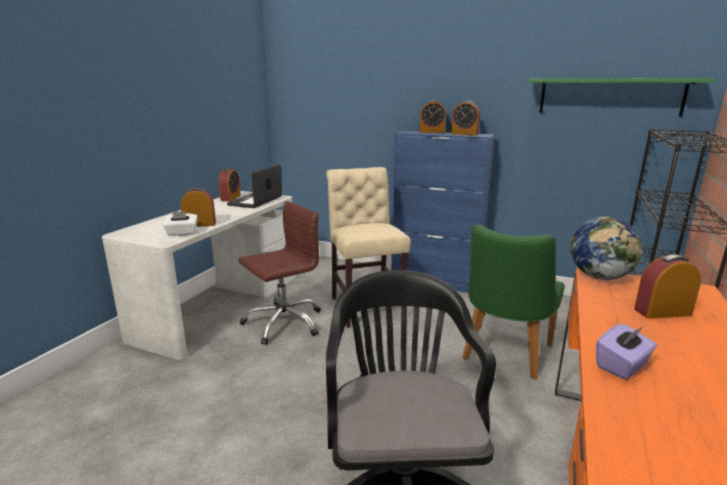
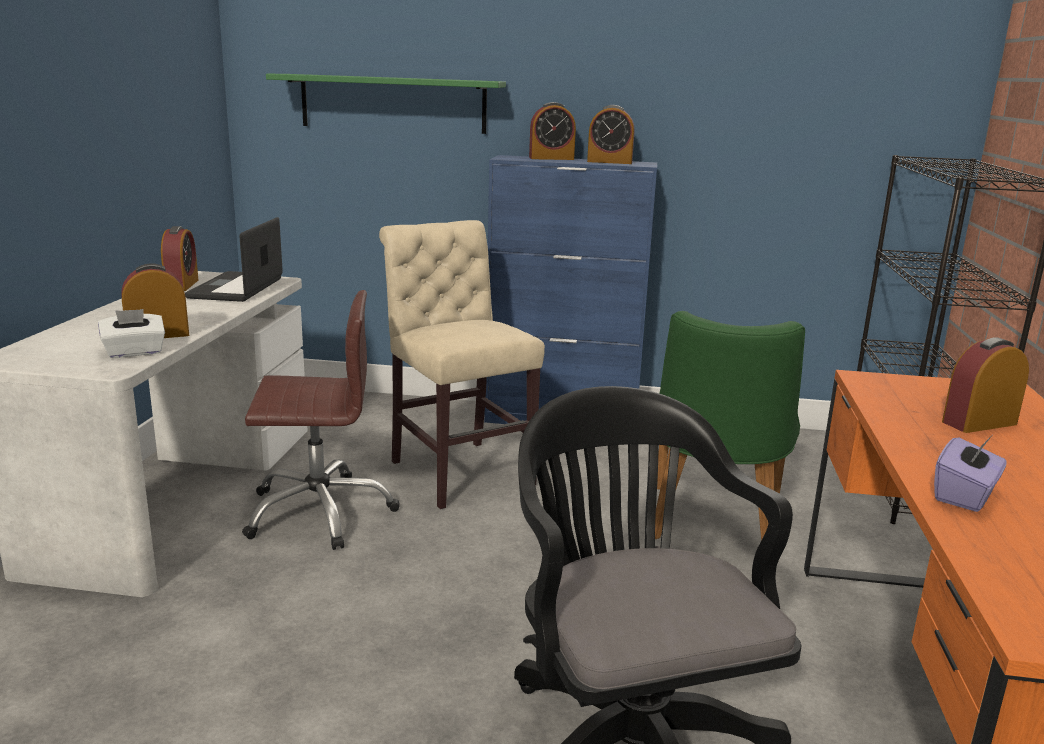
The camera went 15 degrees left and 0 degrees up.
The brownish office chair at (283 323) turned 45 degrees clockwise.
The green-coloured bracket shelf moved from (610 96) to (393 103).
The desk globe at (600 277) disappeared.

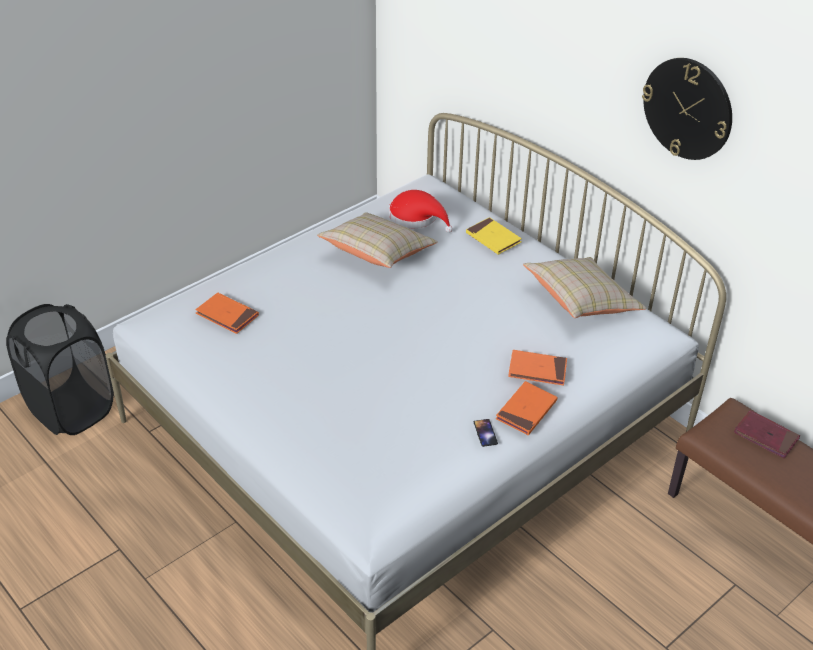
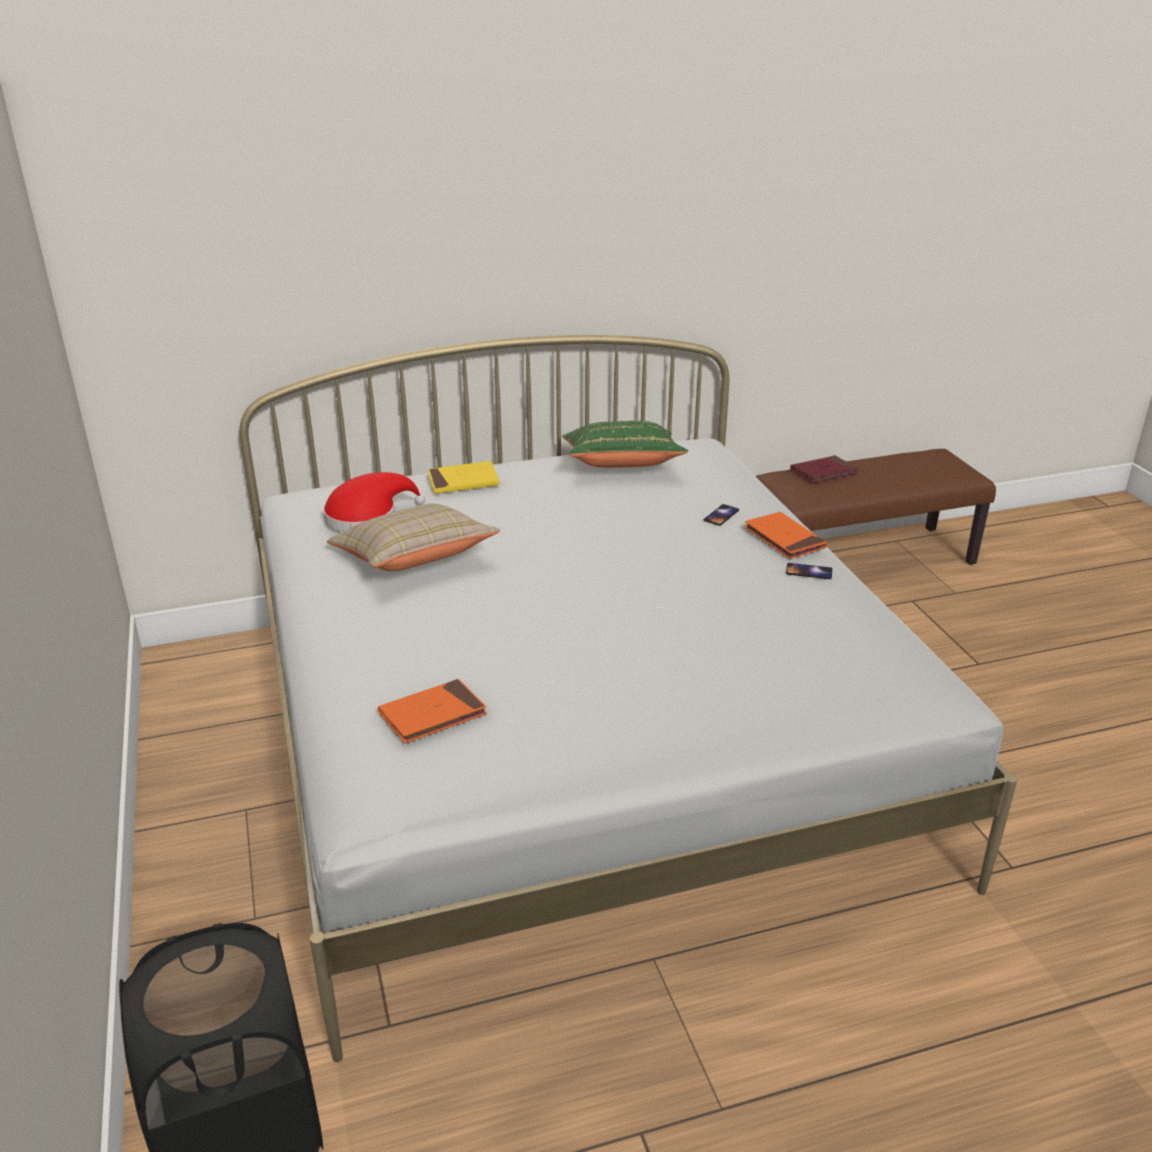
The camera went 65 degrees left and 10 degrees down.
The orangey bound book at (537 370) was replaced by the phone at (721 515).
The beige-coloured throw pillow at (581 302) became the green-coloured throw pillow at (622 466).
The wall clock at (688 108) disappeared.

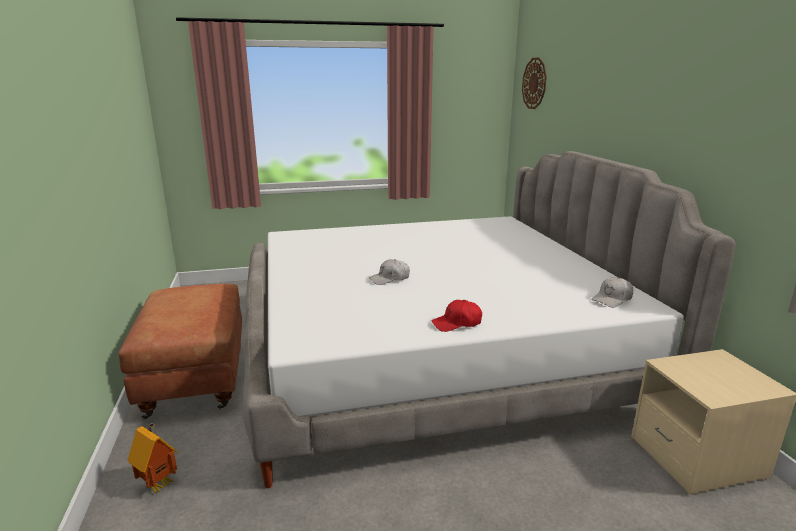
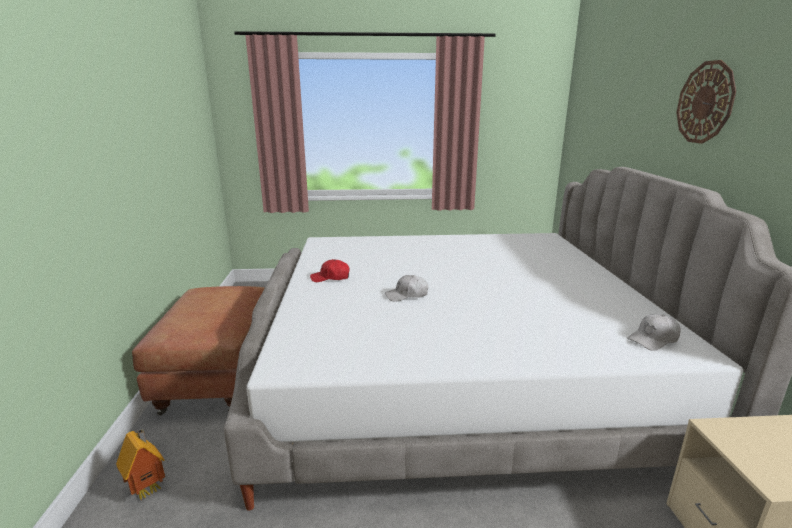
The camera went 10 degrees right and 0 degrees up.
The red-coloured baseball cap moved from (457 323) to (330 278).
The wall clock moved from (534 83) to (705 102).

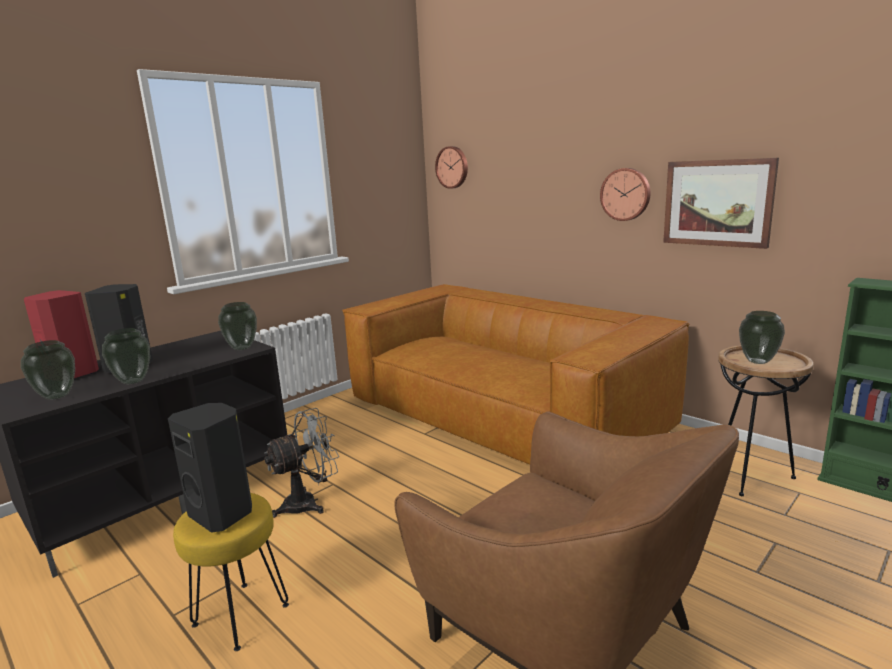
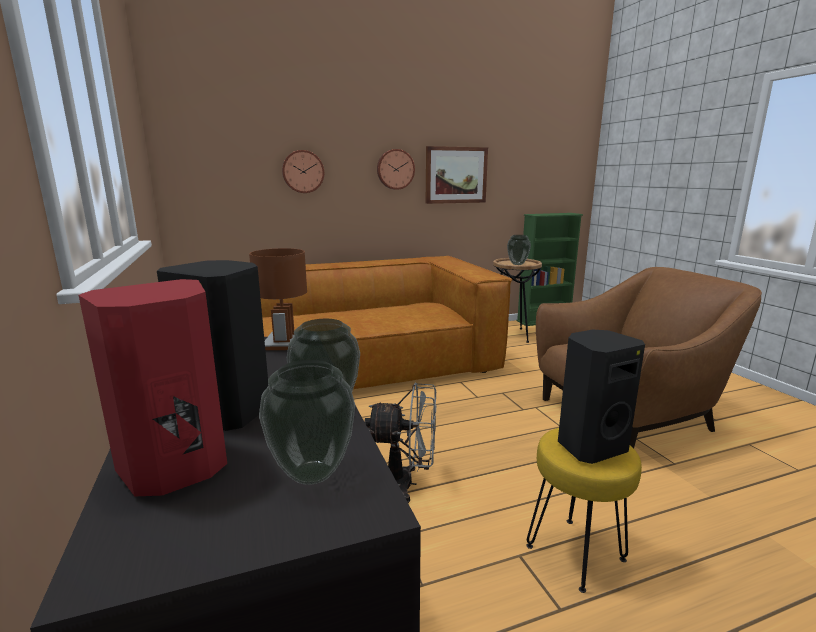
The camera went 65 degrees left and 0 degrees up.
The flower vase at (242 348) was replaced by the brownish tabletop lamp at (284 343).
The gray cooling fan at (308 503) turned 105 degrees clockwise.
The wall clock moved from (452 167) to (303 171).

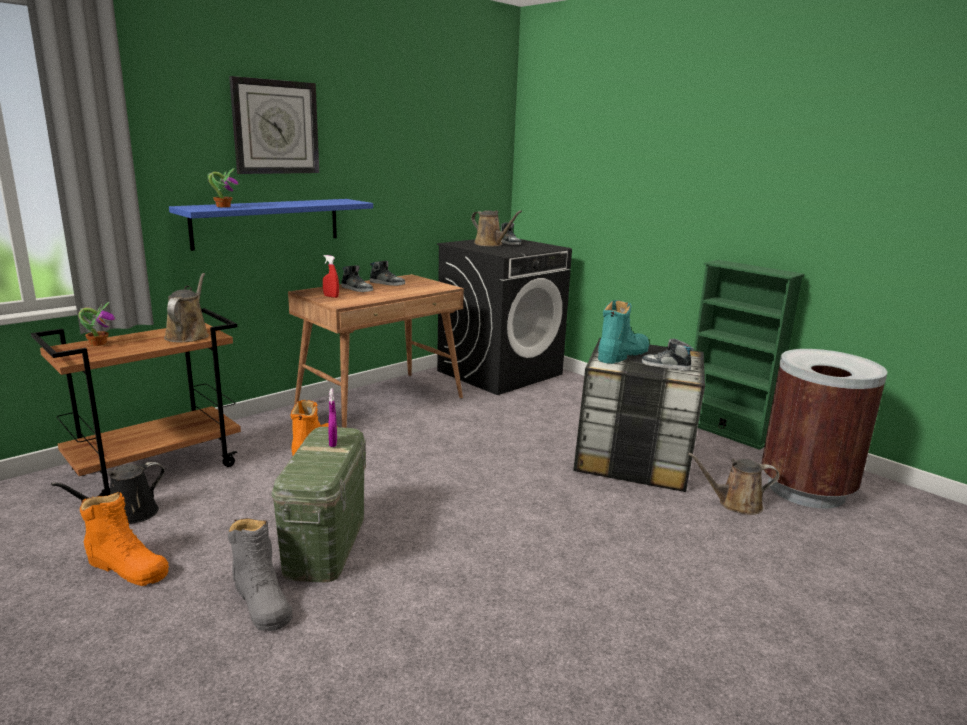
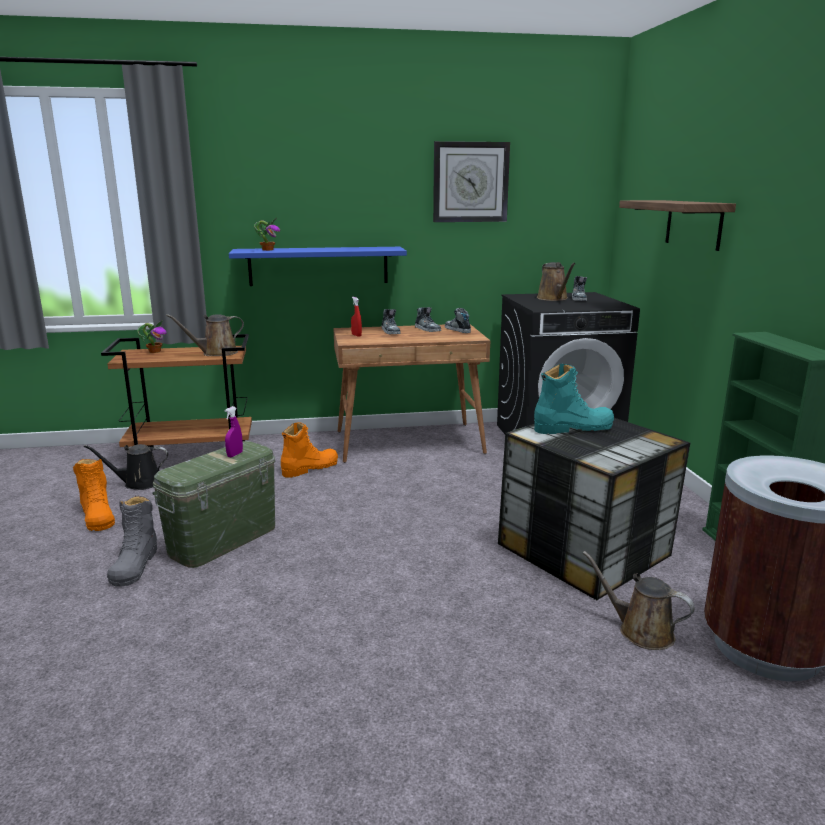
The camera went 35 degrees right and 0 degrees up.
The brownish sprinkling can at (188 335) turned 150 degrees counterclockwise.
The wall clock moved from (275 127) to (470 182).
The item of footwear moved from (665 366) to (457 330).
The bracket shelf at (693 224) appeared.

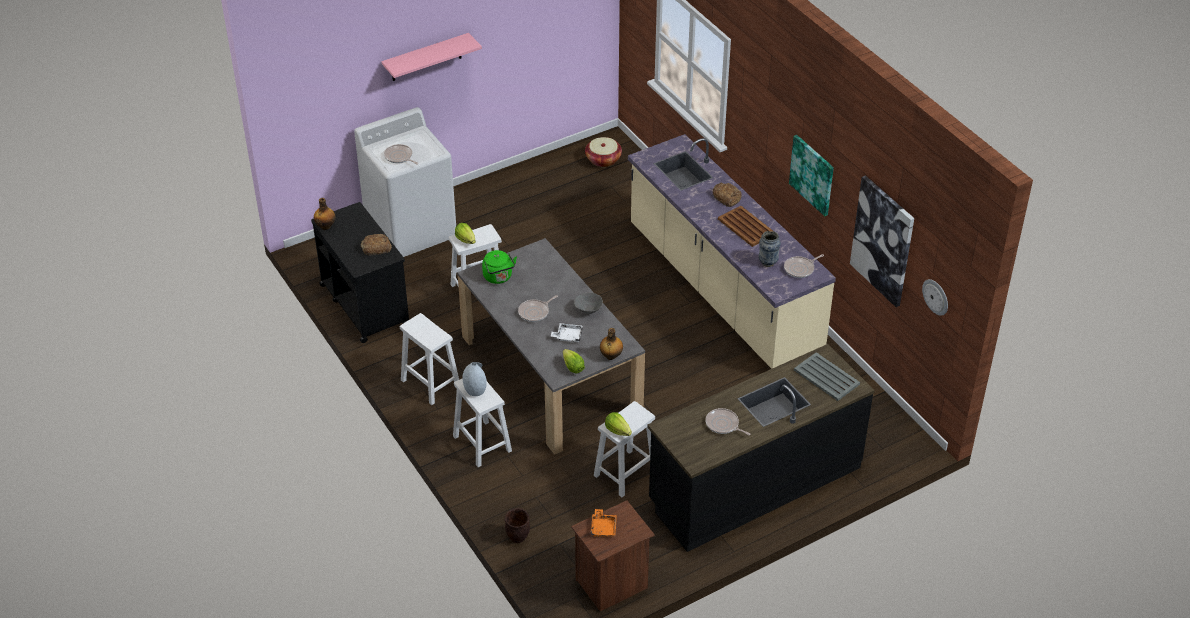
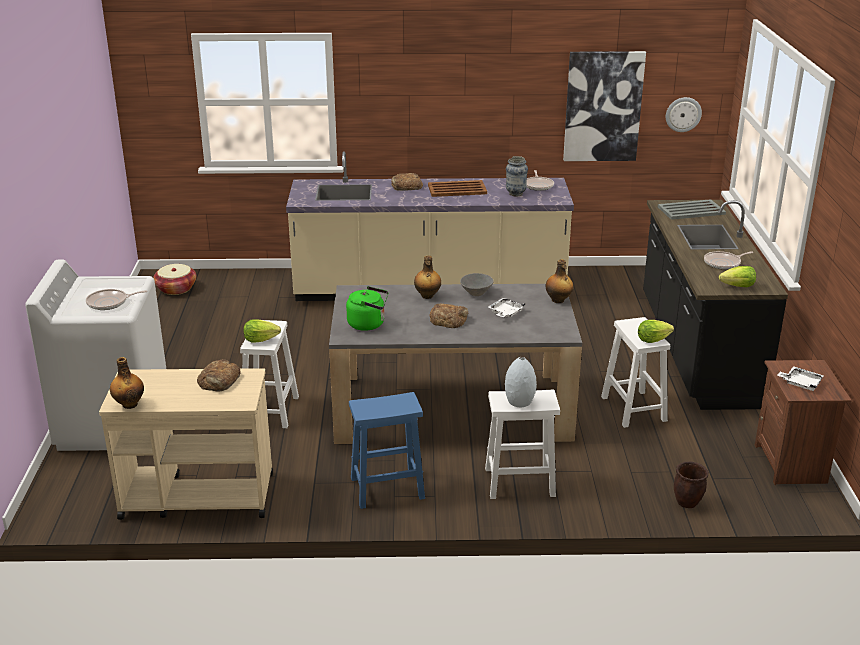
The camera went 60 degrees left and 15 degrees down.
The blackish wheeled cart at (364 304) became the beige-coloured wheeled cart at (196 496).
The pink bracket shelf at (426 57) disappeared.
The white sitting stool at (430 383) became the blue-coloured sitting stool at (386 488).
The frying pan at (535 312) was replaced by the bakery bread at (448 319).
The head of lettuce moved from (573 367) to (738 286).
The orangey serving tray at (603 527) became the white serving tray at (800 383).
The wall picture at (812 174) disappeared.
The bottle at (427 296) appeared.

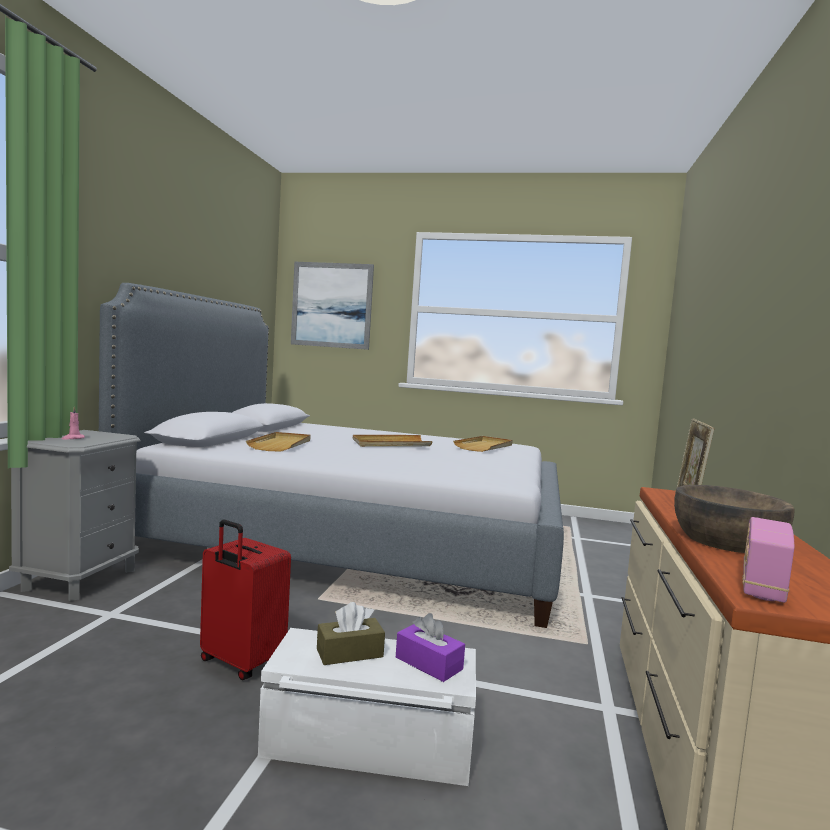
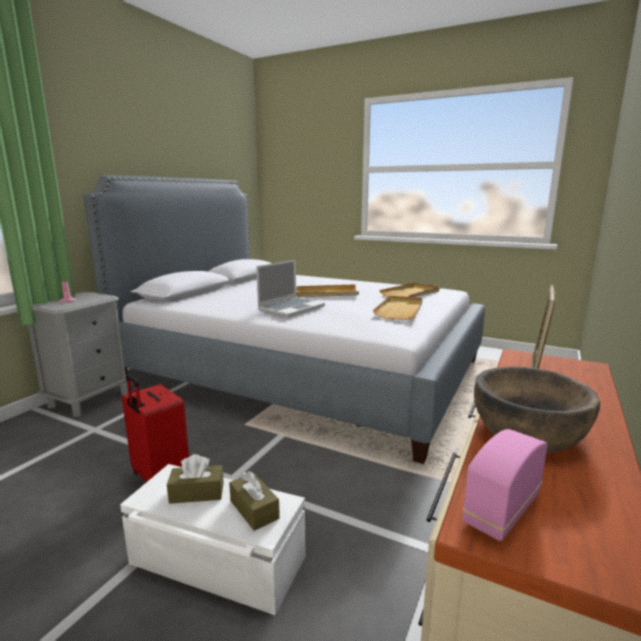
The camera went 15 degrees right and 10 degrees up.
The beige-coloured serving tray moved from (281 444) to (400 310).
The wall picture at (331 305) disappeared.
The purple-coloured tissue holder at (428 663) became the brownish tissue holder at (254 509).
The portable computer at (291 308) appeared.

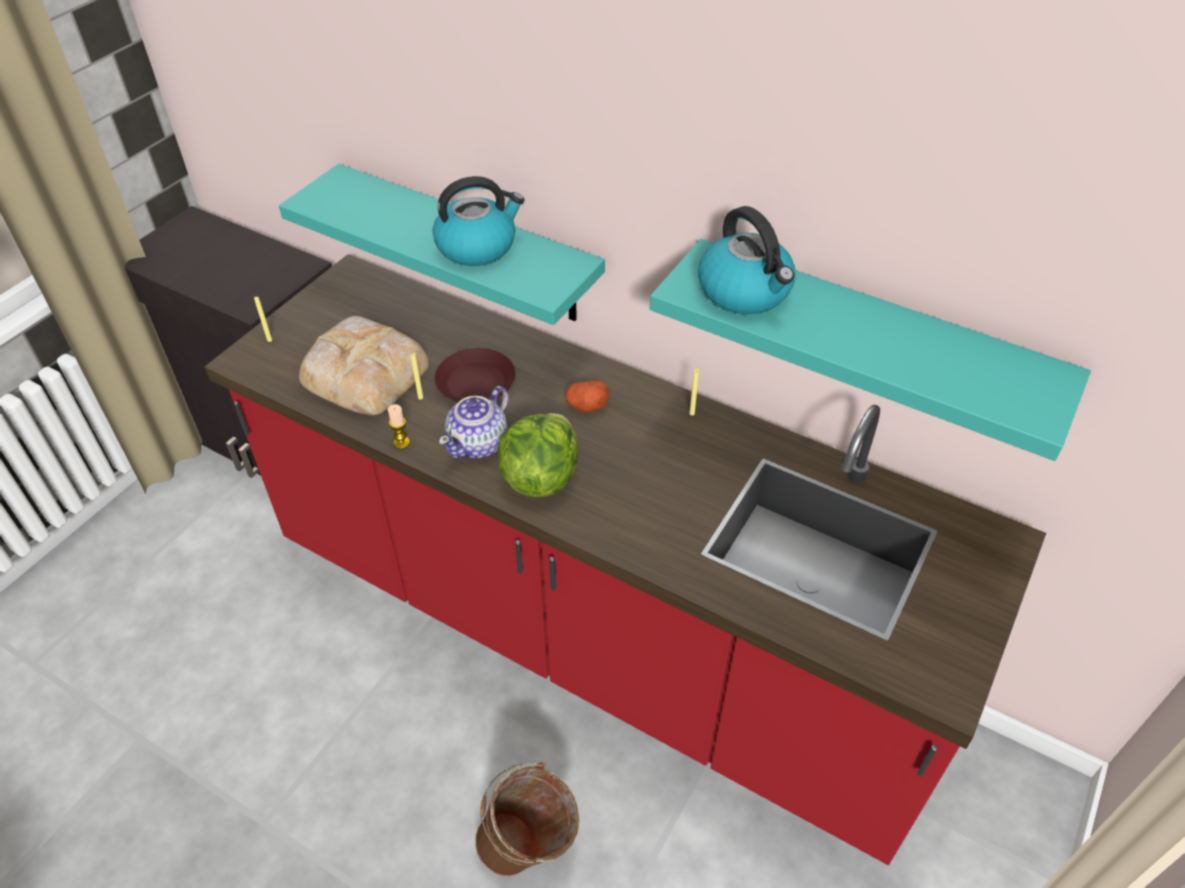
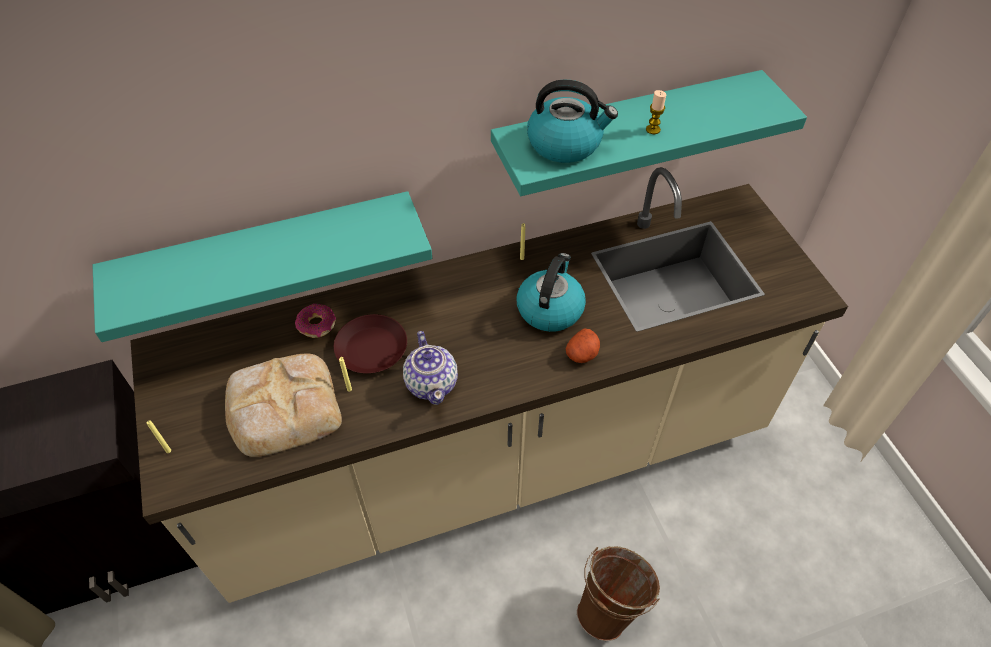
The camera went 50 degrees left and 5 degrees up.
The red-coloured counter at (592 636) became the beige-coloured counter at (495 463).
The wax light moved from (401 443) to (653 129).
The tea kettle moved from (477 246) to (550 308).
The head of lettuce at (540 477) disappeared.
The spud moved from (587 405) to (582 354).
The doughnut at (317 325) appeared.

